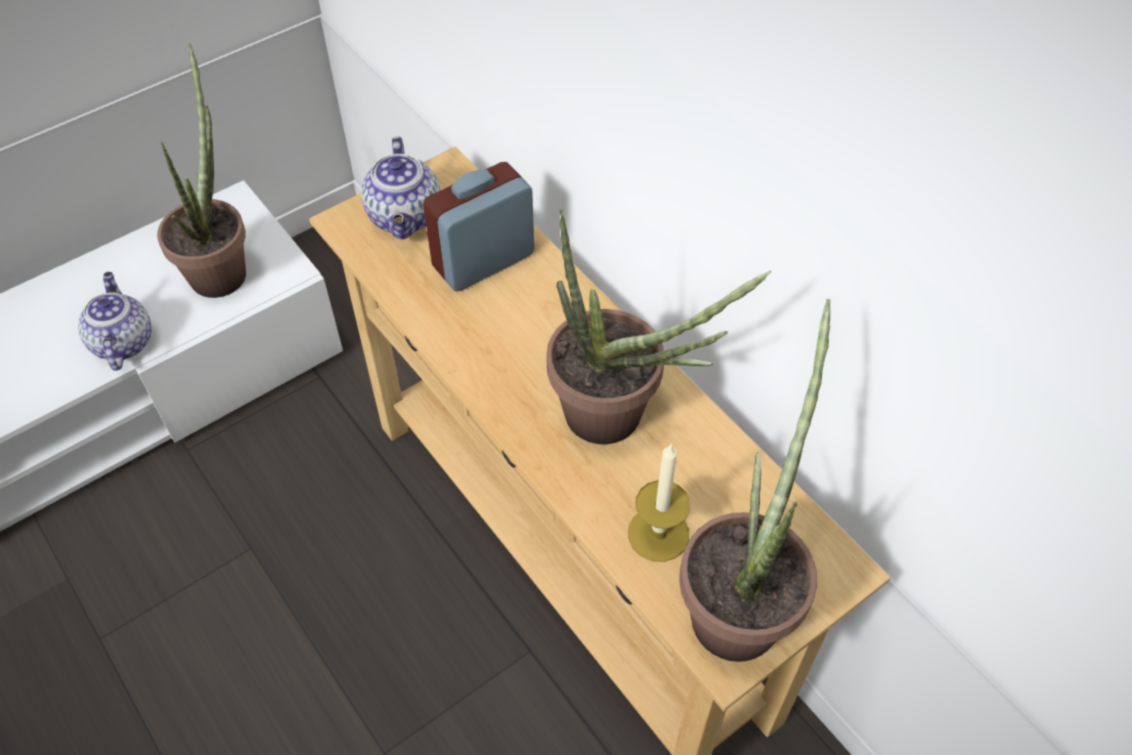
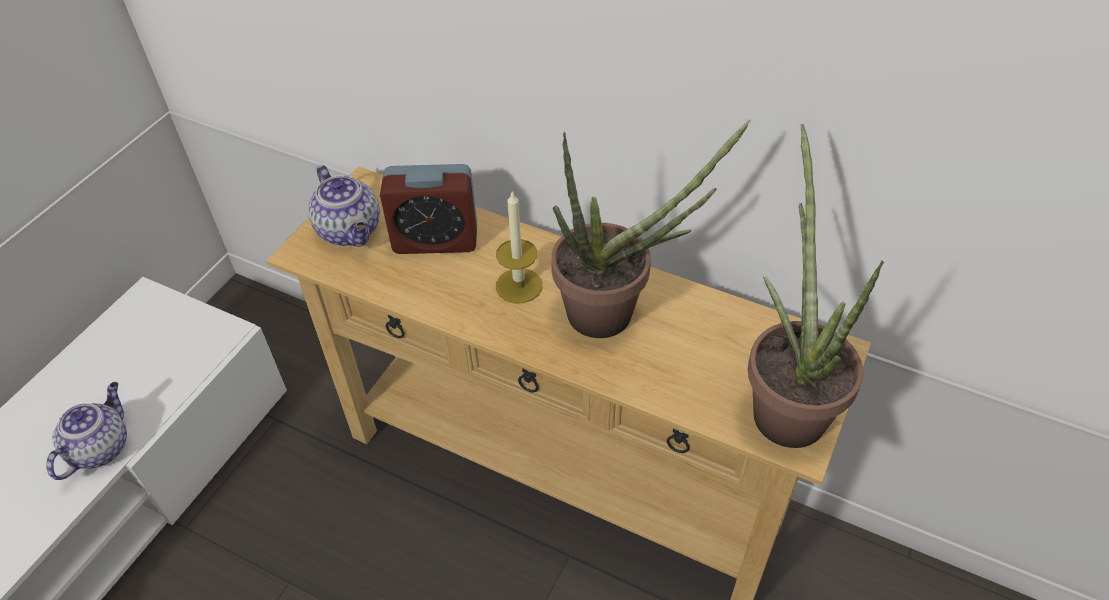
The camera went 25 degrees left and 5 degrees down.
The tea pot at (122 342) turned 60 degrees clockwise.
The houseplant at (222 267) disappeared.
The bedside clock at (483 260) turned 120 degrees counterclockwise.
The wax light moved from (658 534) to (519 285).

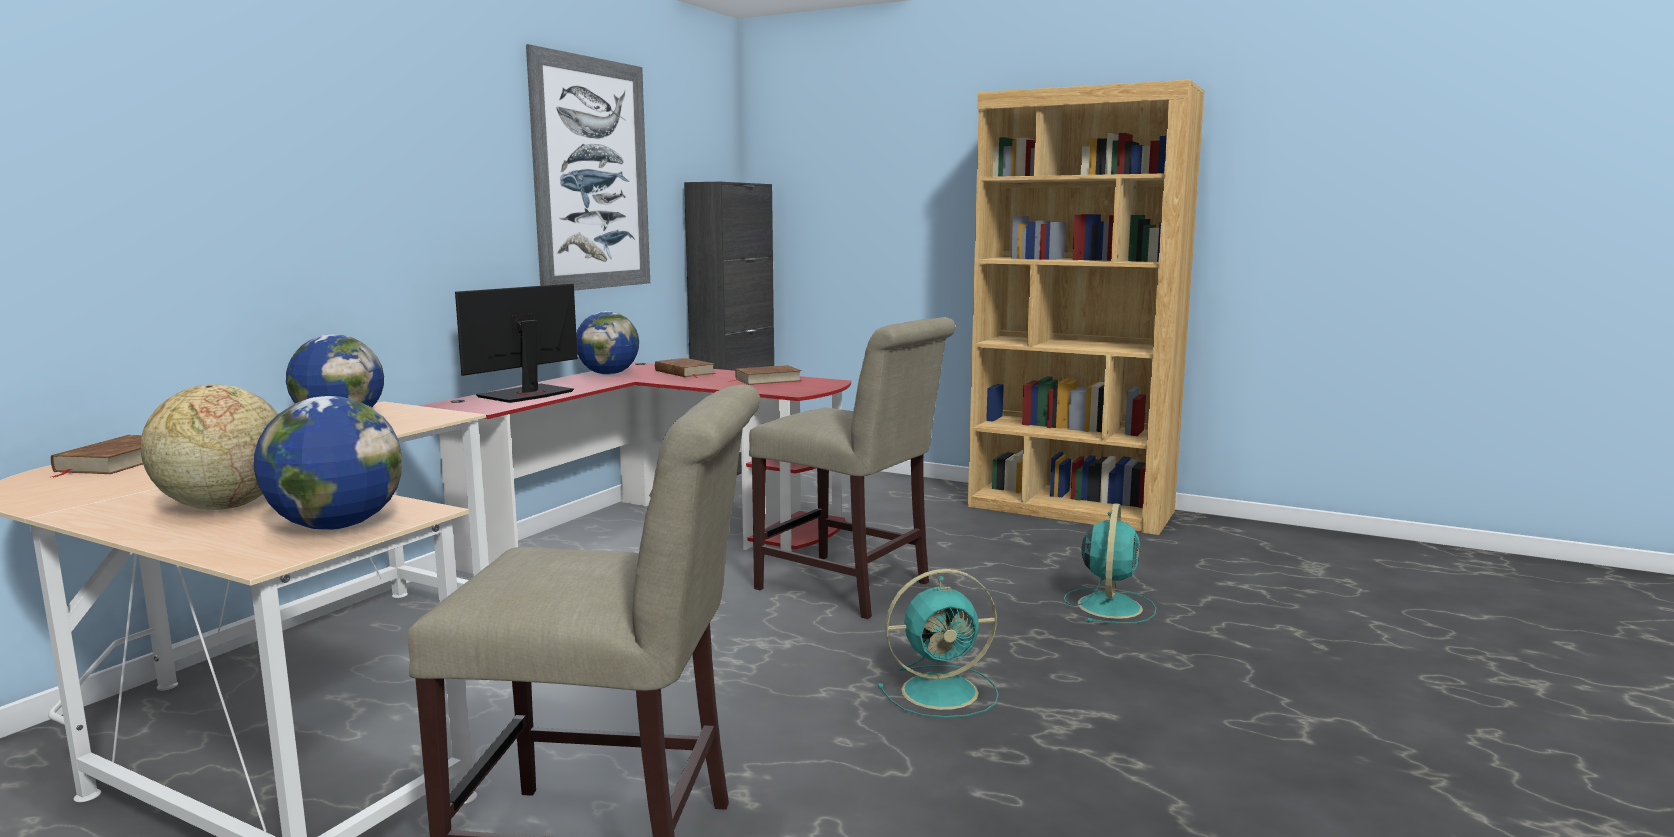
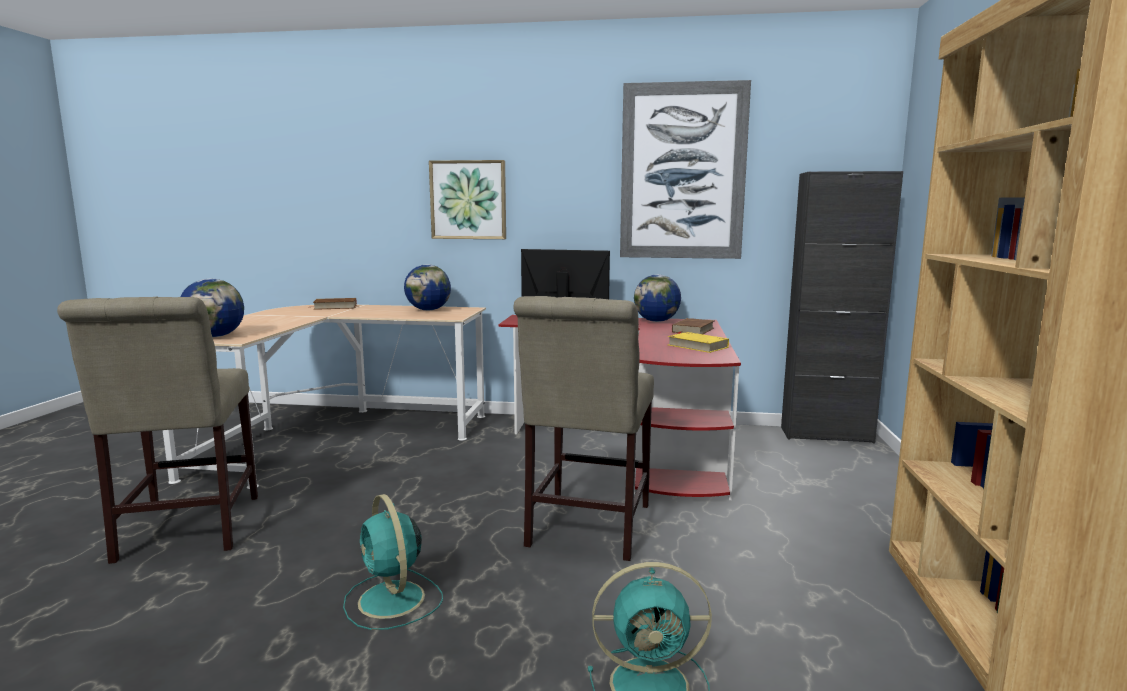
The camera went 70 degrees right and 0 degrees up.
The desk globe at (223 507) disappeared.
The brownish bound book at (767 380) became the yellowish bound book at (697 346).
The wall picture at (468 200) appeared.

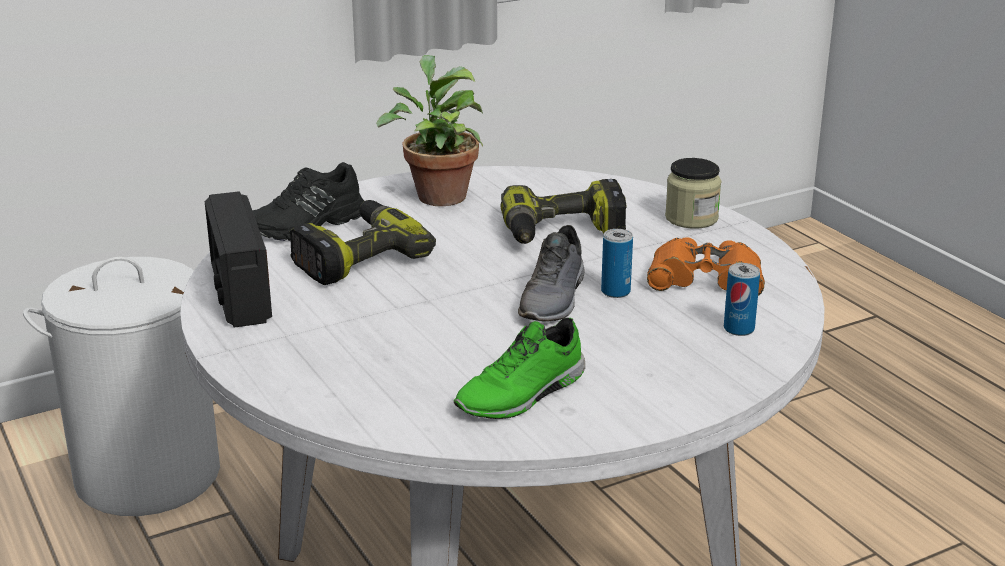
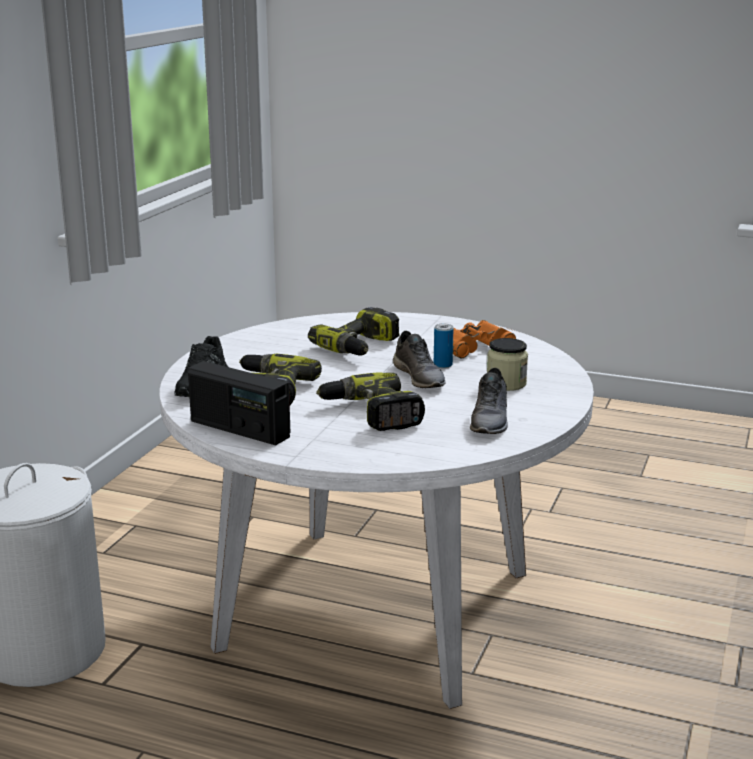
The camera went 40 degrees left and 5 degrees down.
The houseplant at (438 194) disappeared.
The green-coloured item of footwear at (523 395) became the gray item of footwear at (491 420).
The storage jar moved from (691 218) to (506 383).
The can at (739 329) disappeared.
The drill at (371 414) appeared.

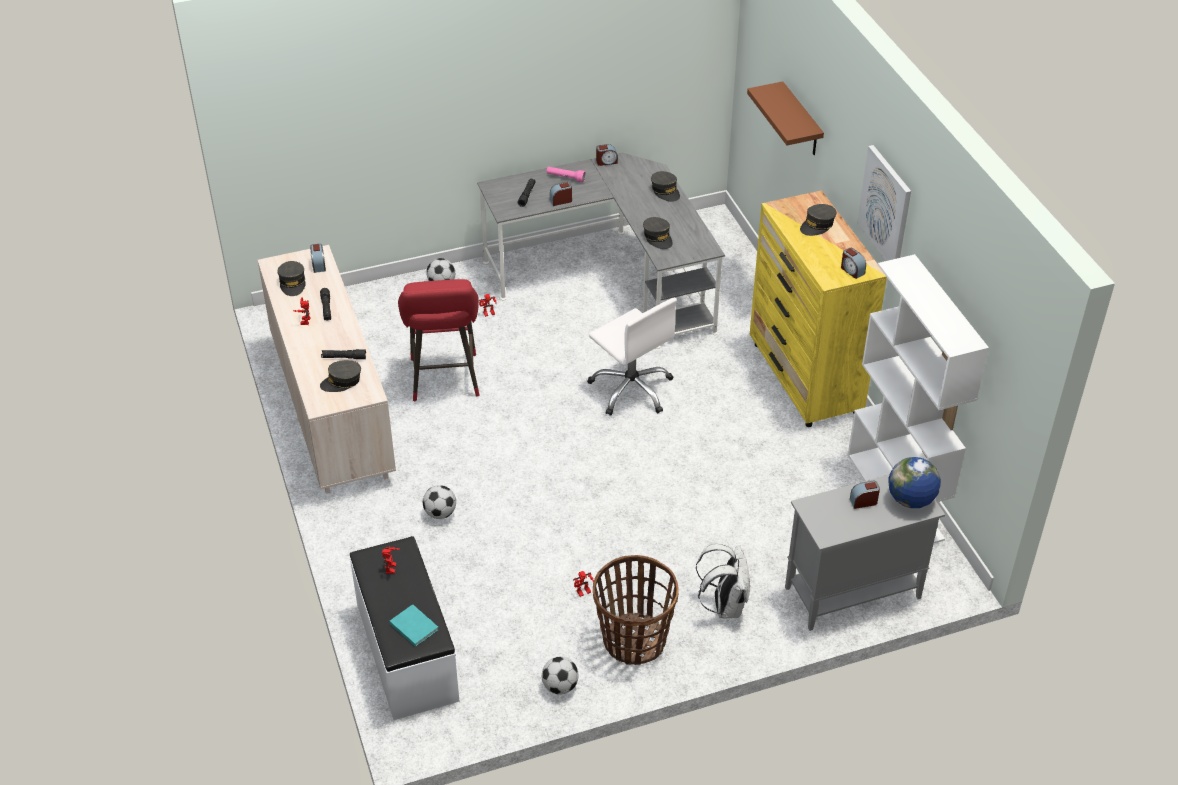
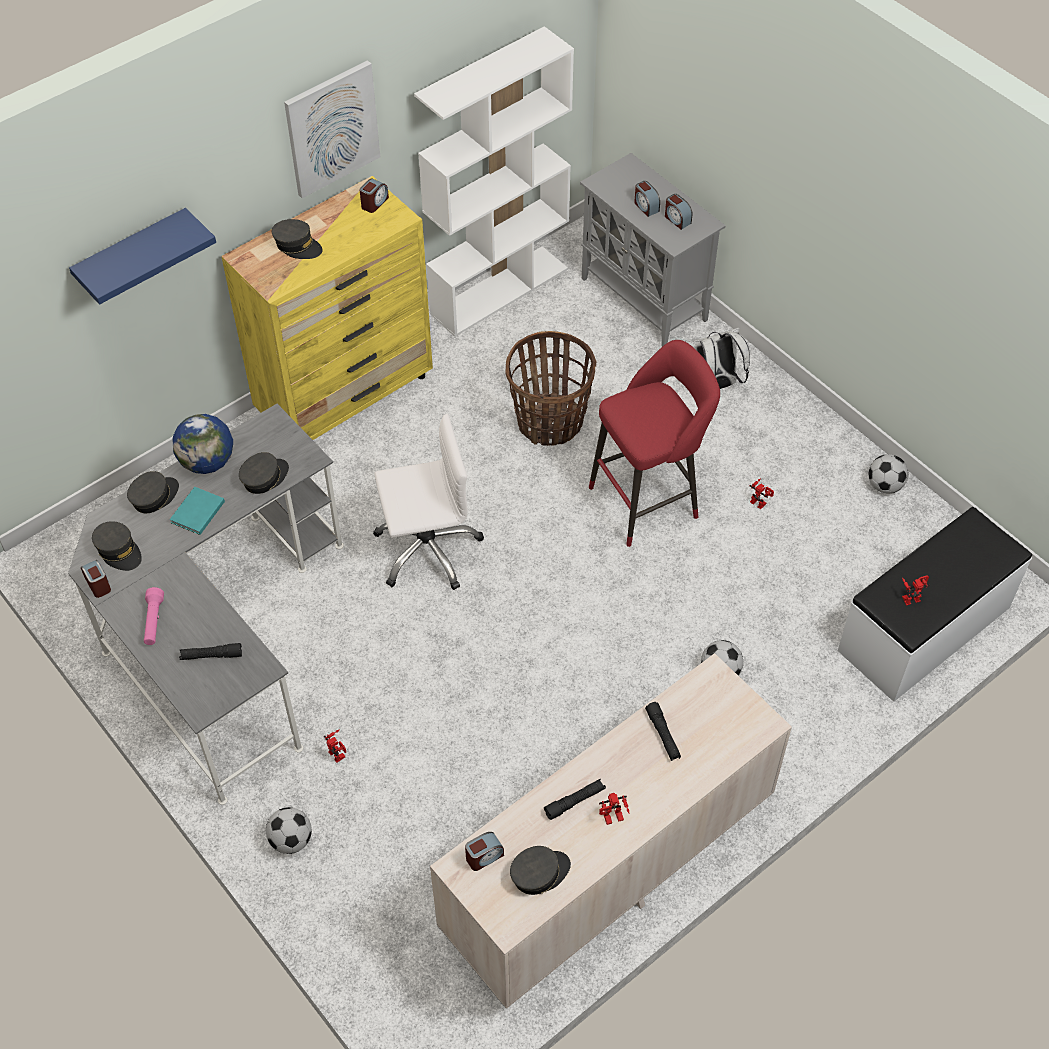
The camera went 110 degrees left and 10 degrees up.
The gray baseball cap moved from (342 381) to (119 551).
The turquoise-coloured bound book moved from (414 626) to (196 513).
The red-coloured sitting stool moved from (445 381) to (649 500).
The bedside clock moved from (561 200) to (677 219).
The white office chair at (631 389) turned 45 degrees clockwise.
The household basket moved from (633 640) to (550 422).
The brownish bracket shelf at (801 121) became the blue-coloured bracket shelf at (132 254).
The desk globe moved from (911 500) to (207 462).

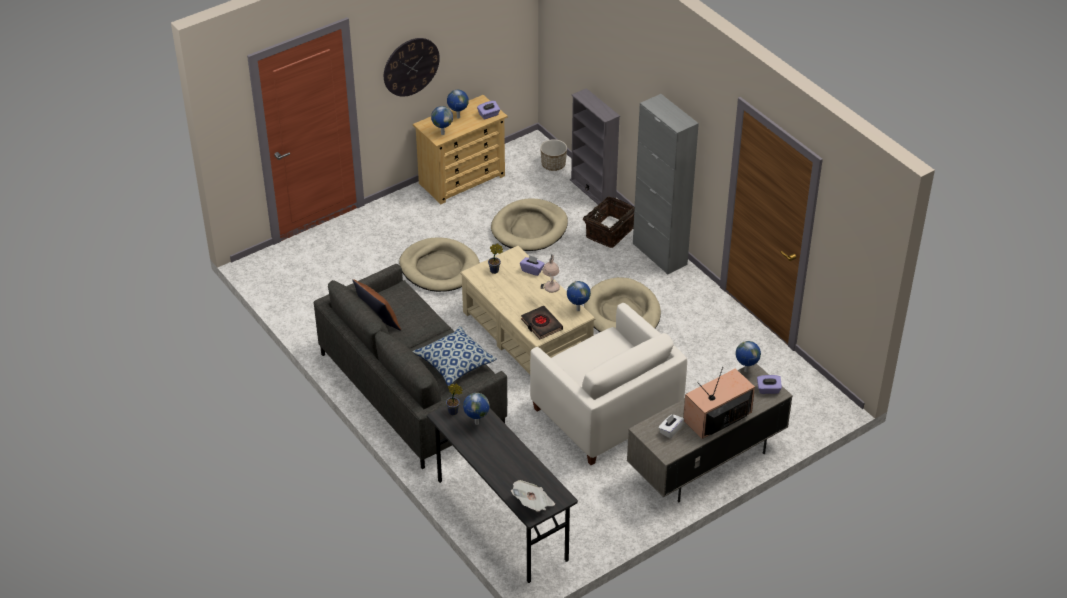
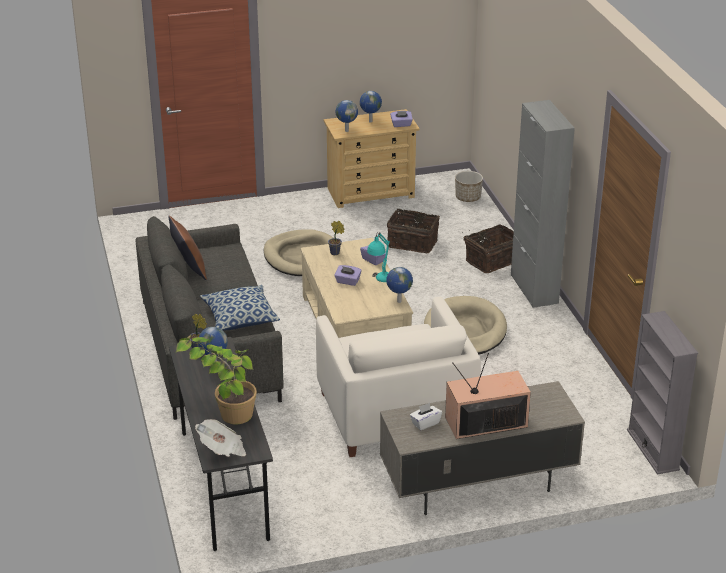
The camera went 20 degrees right and 10 degrees down.
The wall clock at (411 66) disappeared.
The beige-coloured pet bed at (529 228) was replaced by the household basket at (413 243).
The blackish bound book at (541 325) disappeared.
The beige-coloured tabletop lamp at (550 293) became the turquoise-coloured tabletop lamp at (380 282).
The gray bookshelf moved from (593 190) to (653 449).
The desk globe at (746 371) disappeared.
The purple-coloured tissue holder moved from (768 390) to (347 281).
The houseplant at (223 408) appeared.

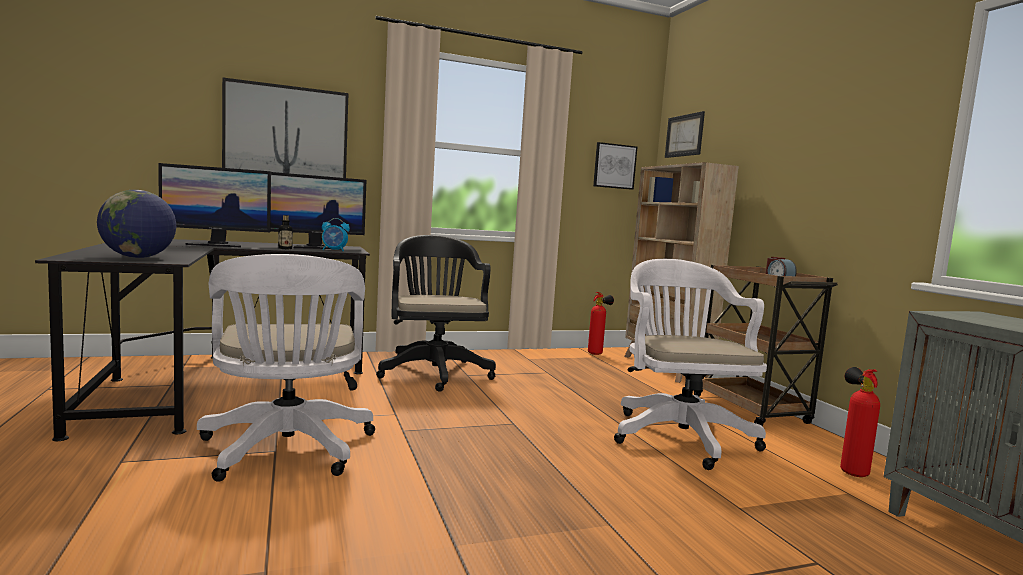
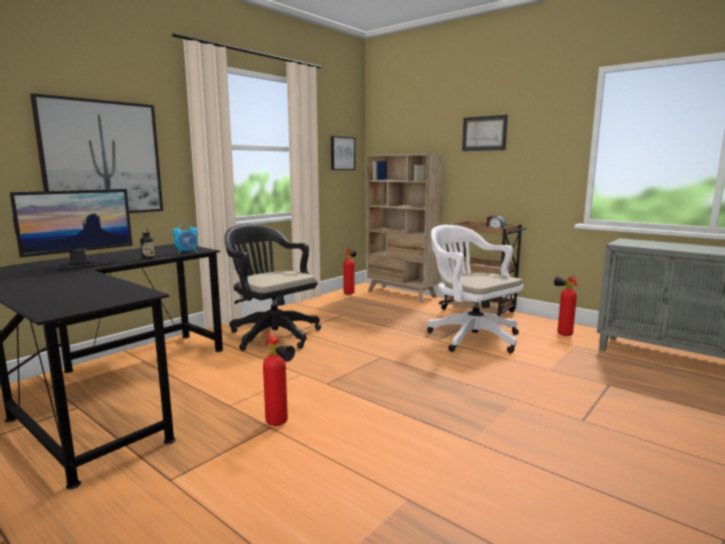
The camera went 30 degrees left and 5 degrees up.
The desk globe at (138 257) disappeared.
The white office chair at (287 451) was replaced by the fire-fighting cylinder at (280 424).
The monitor at (316 247) disappeared.
The wall picture moved from (684 135) to (484 133).

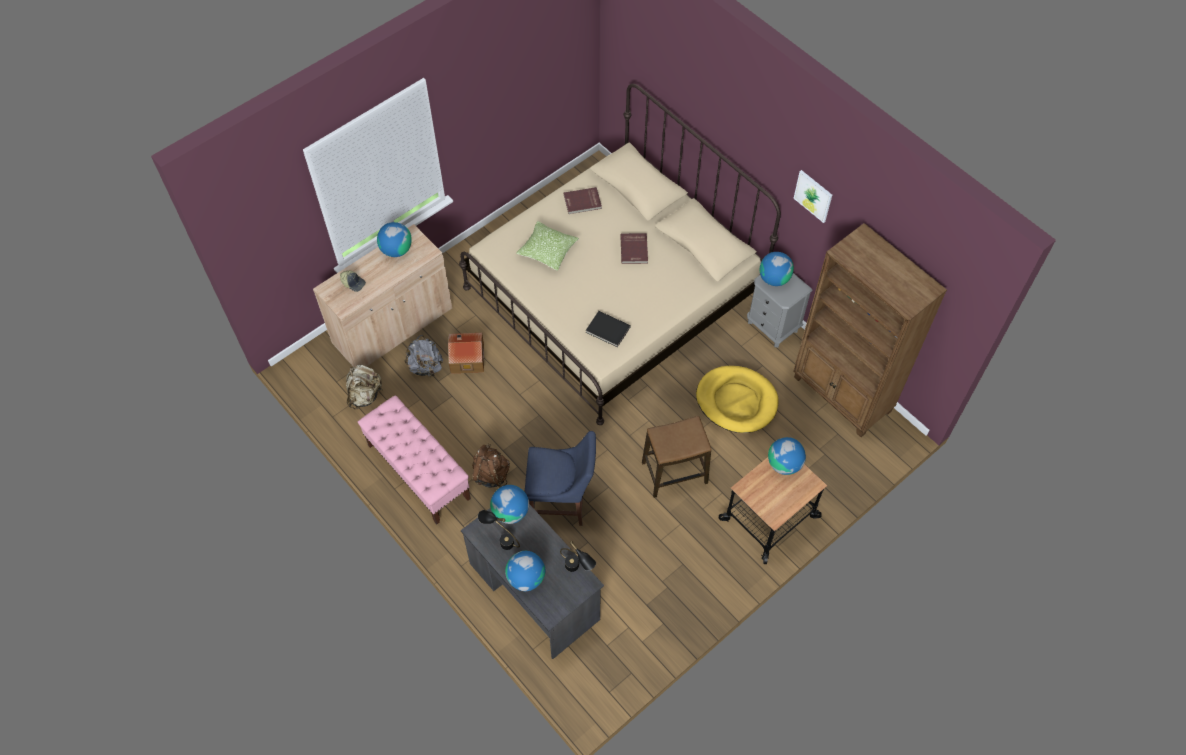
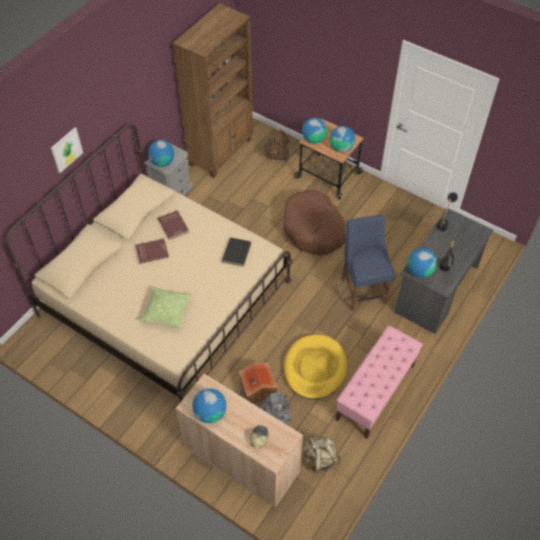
The camera went 105 degrees left and 5 degrees down.
The brownish knapsack moved from (491 474) to (277 155).
The desk globe moved from (526 578) to (341 148).
The red-coloured bound book moved from (582 202) to (174 225).
The sitting stool at (674 473) was replaced by the brownish pet bed at (313 229).
The yellowish pet bed moved from (736 401) to (314 368).
The wall picture moved from (813 196) to (66 149).

